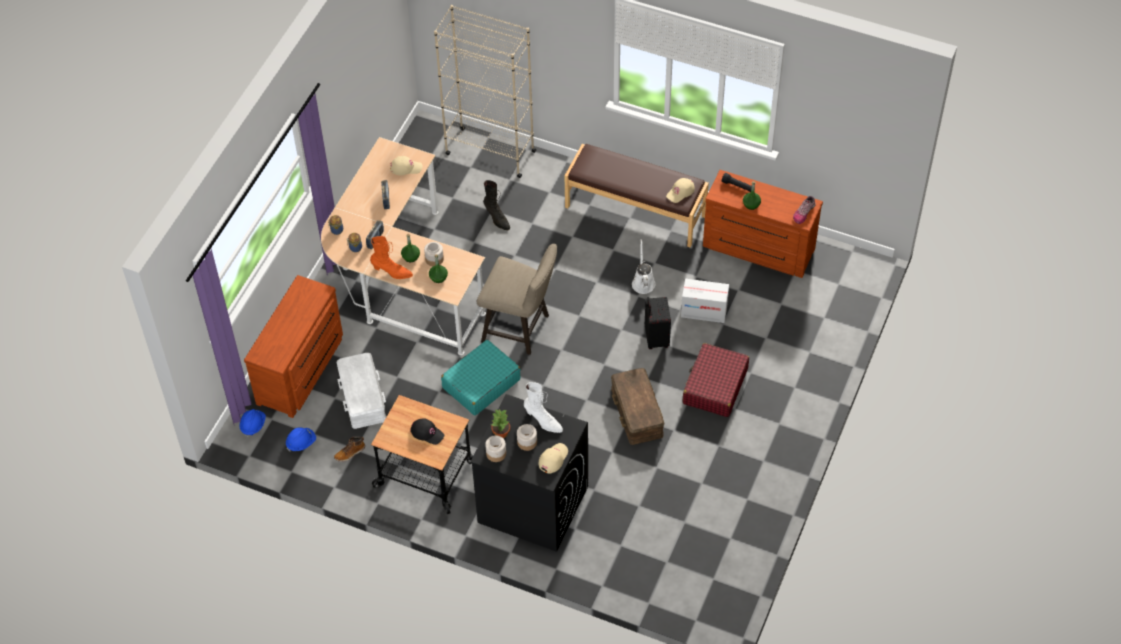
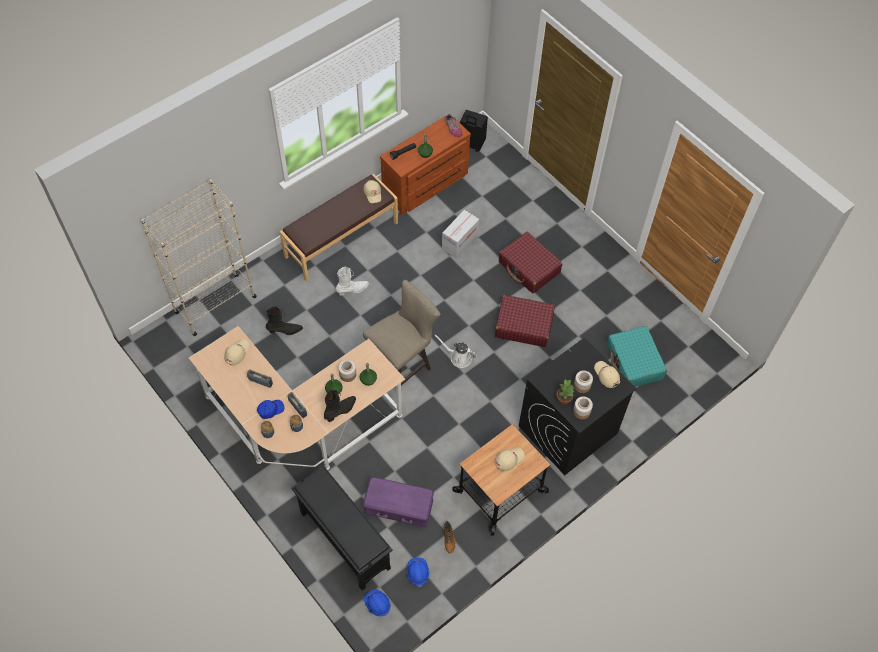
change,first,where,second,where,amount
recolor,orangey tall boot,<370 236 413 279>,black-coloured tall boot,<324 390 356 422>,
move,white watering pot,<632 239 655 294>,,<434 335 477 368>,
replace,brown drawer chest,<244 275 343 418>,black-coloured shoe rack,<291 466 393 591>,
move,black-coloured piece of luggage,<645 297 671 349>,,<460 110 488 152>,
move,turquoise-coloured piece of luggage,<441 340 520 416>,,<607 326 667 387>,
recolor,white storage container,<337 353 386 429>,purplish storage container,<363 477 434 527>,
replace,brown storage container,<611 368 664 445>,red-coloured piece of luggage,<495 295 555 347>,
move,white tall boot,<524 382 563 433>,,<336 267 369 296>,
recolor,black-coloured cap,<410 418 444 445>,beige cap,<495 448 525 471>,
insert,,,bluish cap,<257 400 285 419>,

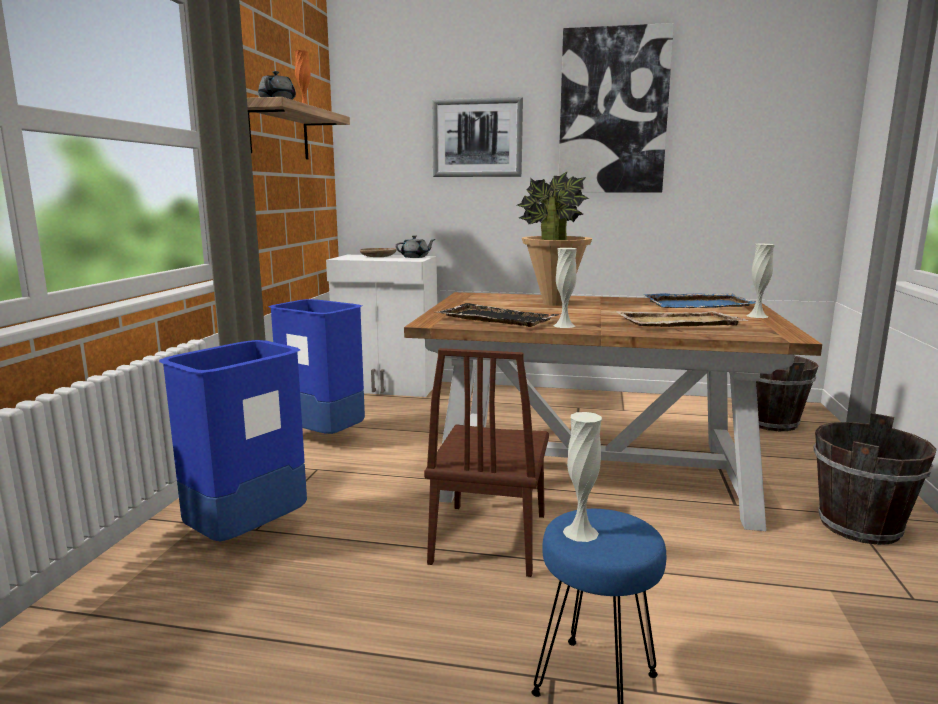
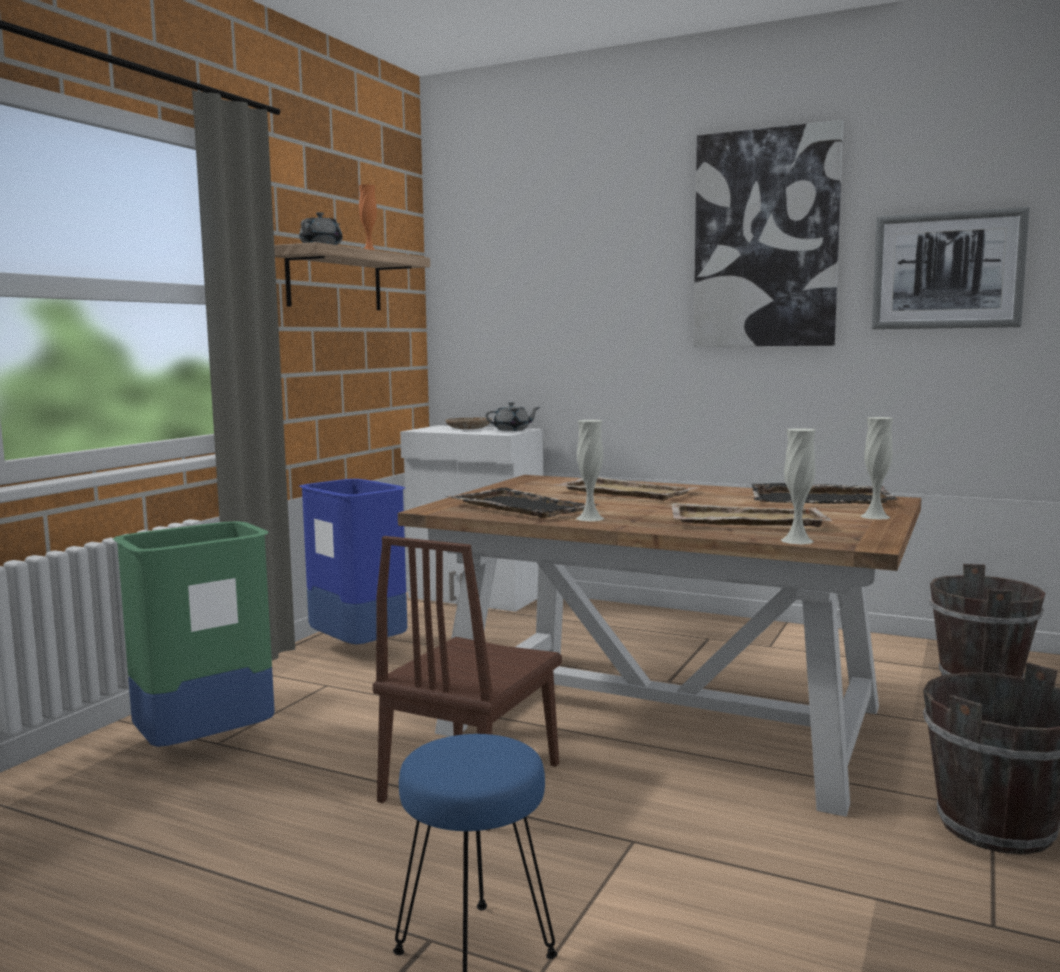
change,first,where,second,where,amount
move,wall picture,<432 97 523 177>,,<872 207 1030 329>,
replace,houseplant,<517 172 592 306>,beige carrying tray,<553 477 699 500>,
recolor,bluish carrying tray,<644 293 756 308>,black-coloured carrying tray,<752 483 898 504>,
recolor,bluish waste bin,<159 340 307 542>,green waste bin,<113 521 274 747>,
move,white flower vase,<563 412 602 542>,,<781 428 816 544>,

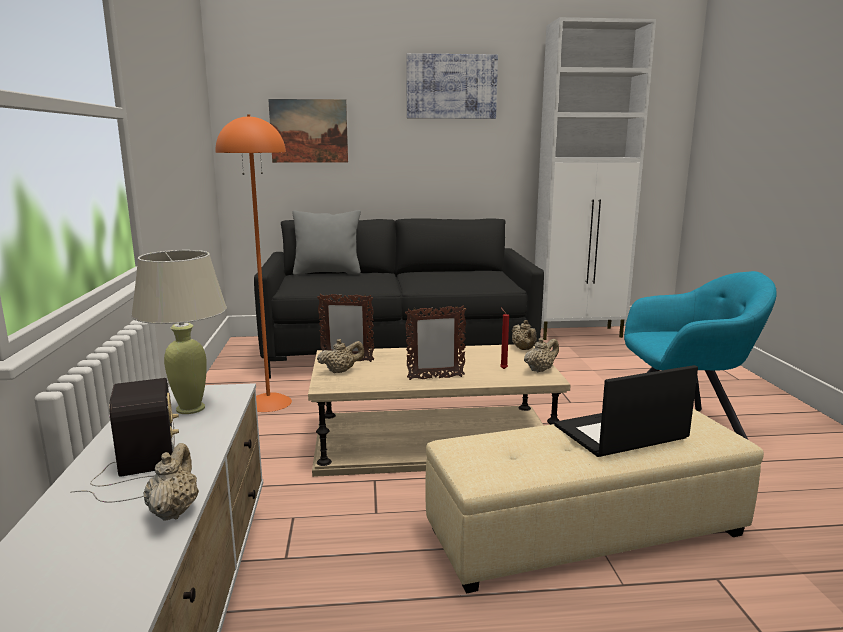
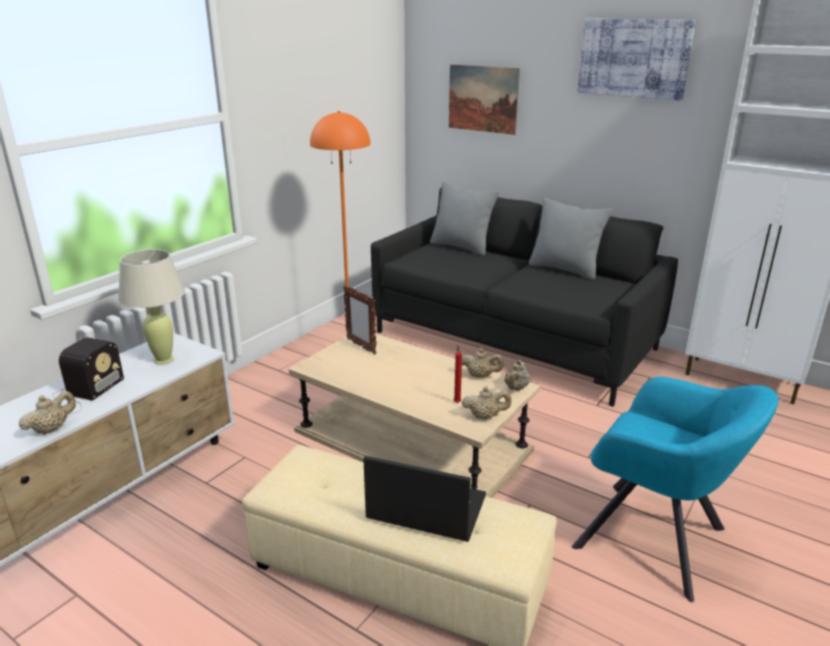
change,first,where,second,where,amount
delete,standing frame,<405 305 466 380>,,,
move,beige pot for tea,<317 339 364 373>,,<462 348 504 378>,
insert,,,grey throw pillow,<529 198 612 280>,

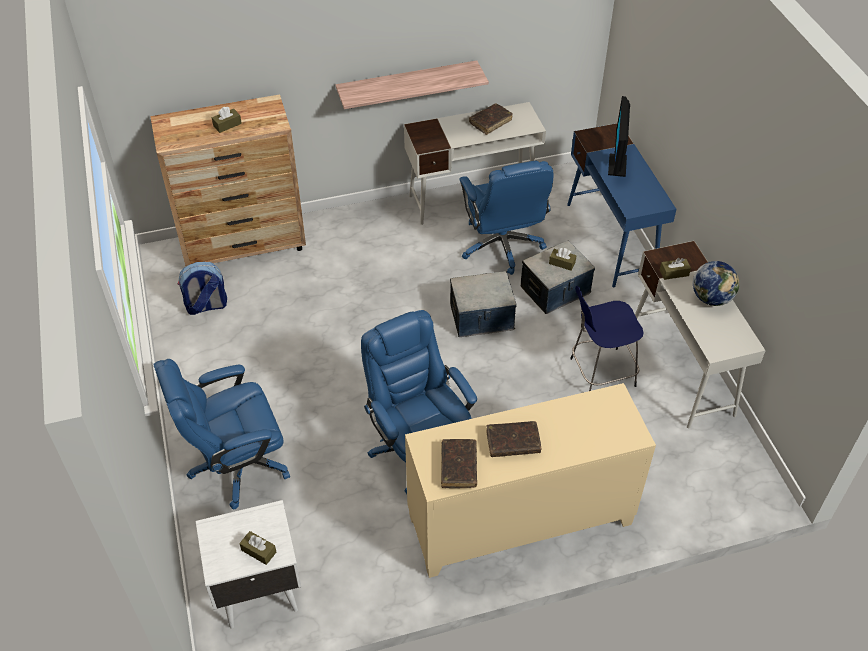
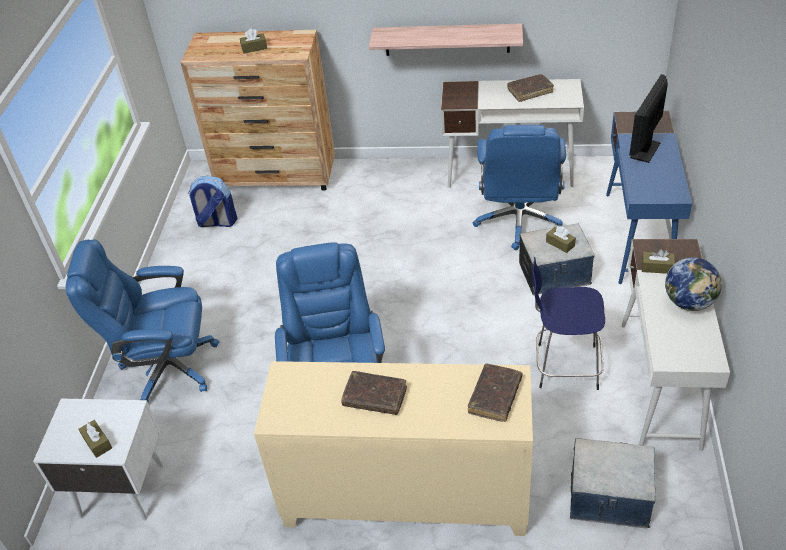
change,first,where,second,where,amount
move,storage container,<450 271 517 337>,,<570 438 655 528>,
move,brown book,<441 439 477 488>,,<468 364 522 422>,

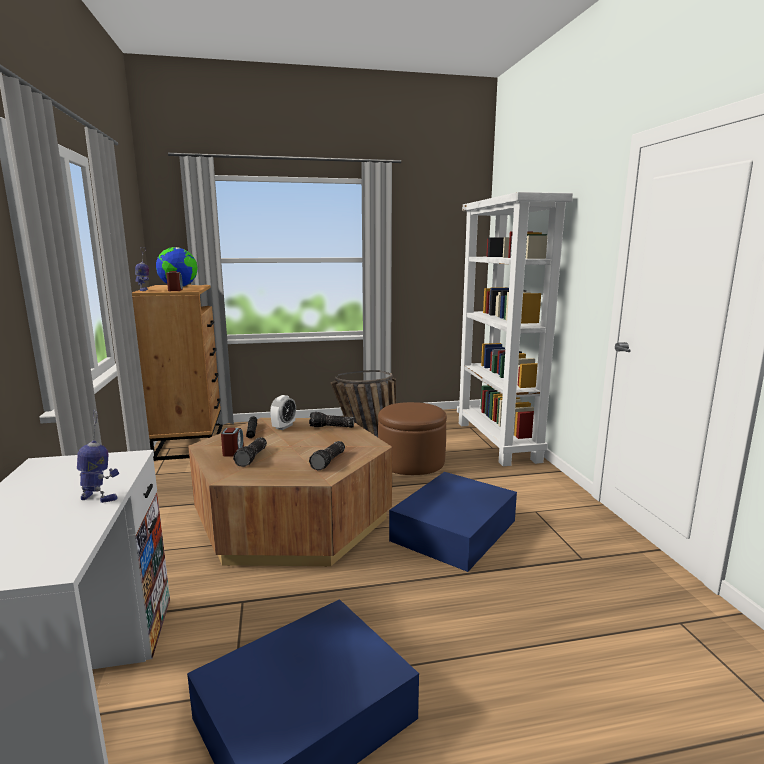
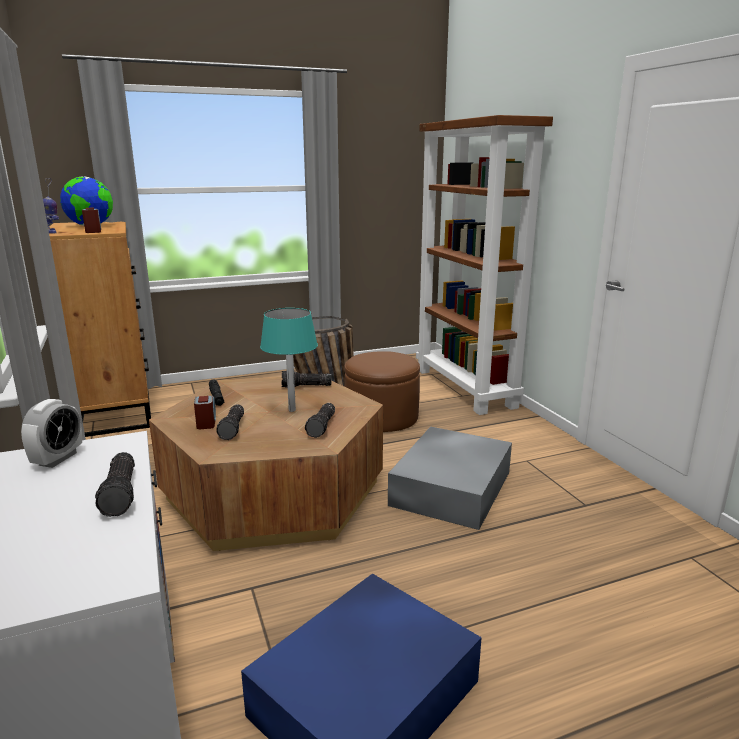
change,first,where,second,where,amount
recolor,white shelving unit,<457 192 573 466>,brown shelving unit,<416 115 553 415>,
move,alarm clock,<270 395 296 430>,,<21 399 82 468>,
replace,robot figure,<77 410 120 503>,torch,<95 452 135 517>,
recolor,bluish storage container,<389 472 517 572>,grey storage container,<388 426 512 530>,
insert,,,turquoise-coloured table lamp,<260 308 318 412>,

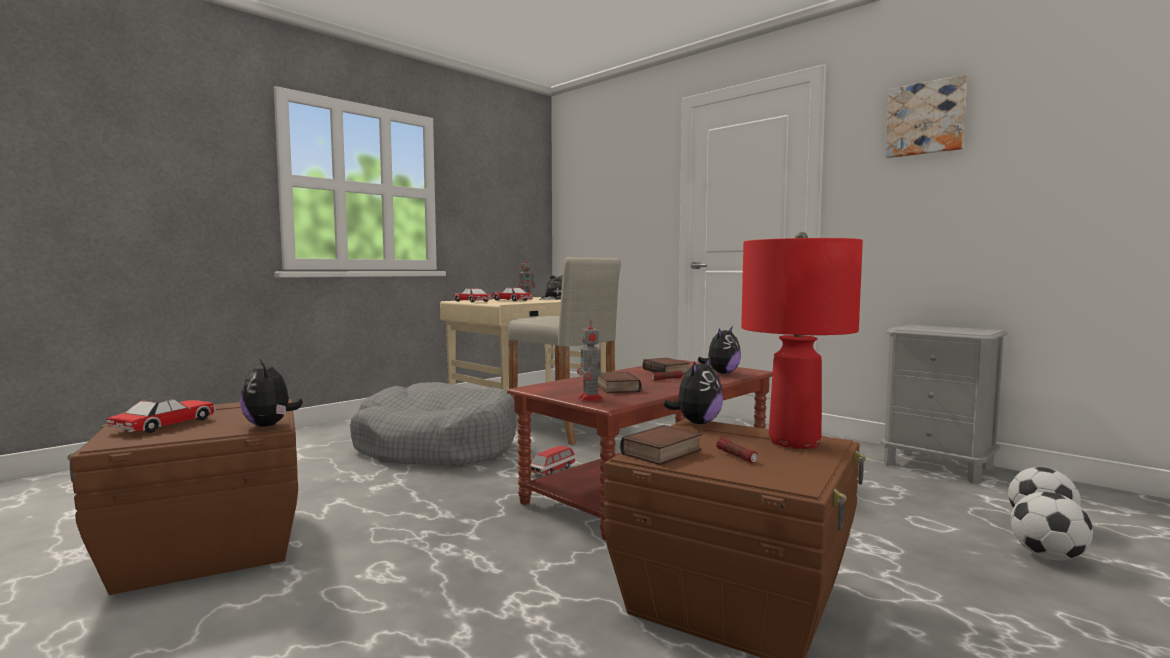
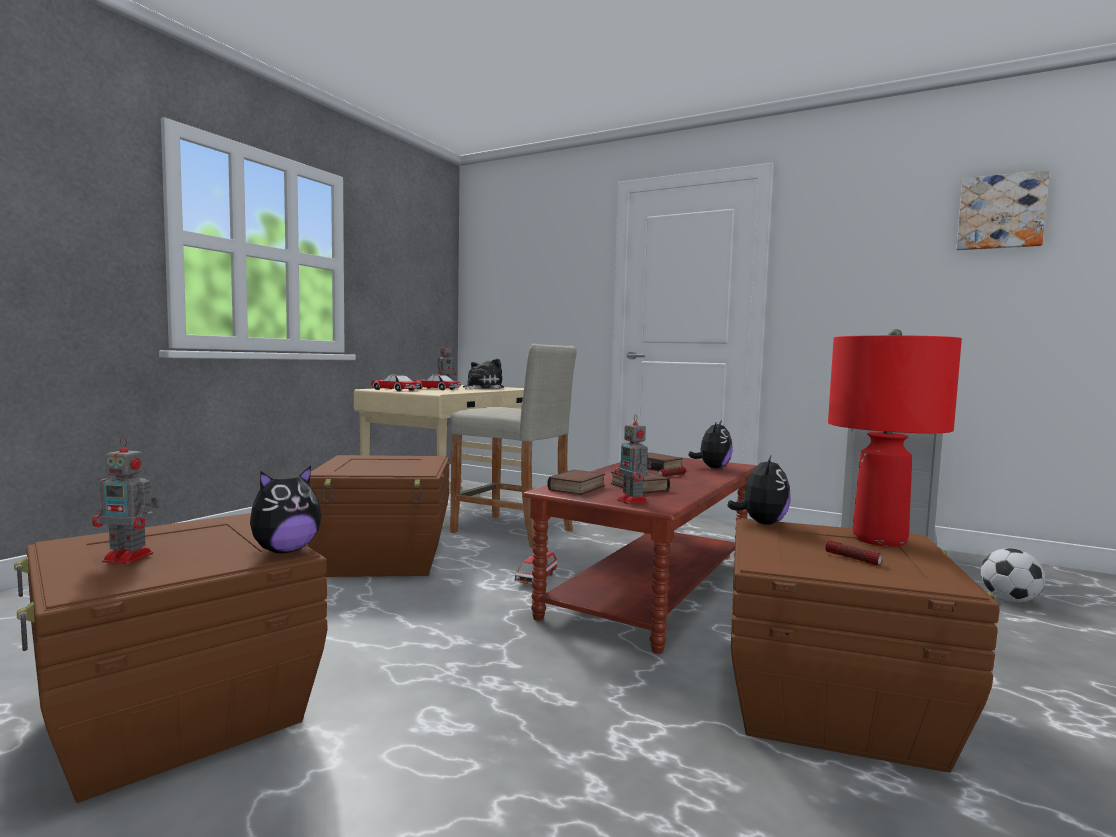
change,first,where,second,where,amount
move,wall picture,<886 74 967 158>,,<956 170 1050 250>,
rotate,soft toy,<240 359 303 427>,,<250 466 322 553>,90 degrees counterclockwise
replace,grey dog cushion,<350 382 516 467>,brown storage container,<307 455 450 577>,
replace,toy car,<106 397 216 433>,robot figure,<92 437 159 564>,
move,book,<620 425 702 465>,,<547 470 605 495>,
delete,football,<1011 492 1093 561>,,,

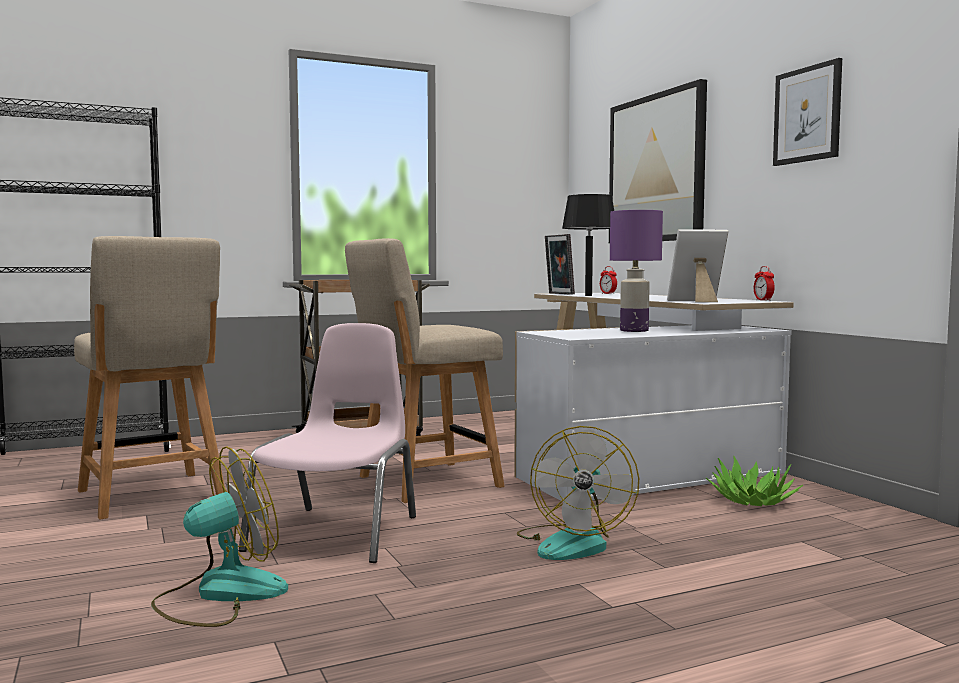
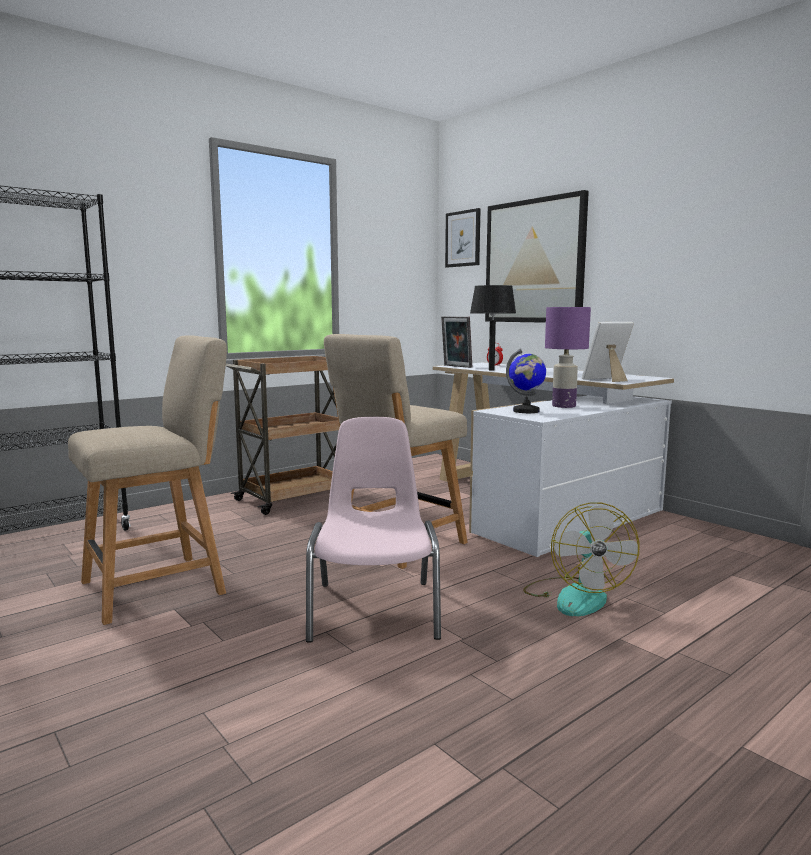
change,first,where,second,where,amount
move,wall picture,<773 58 842 166>,,<445 208 481 268>,
rotate,beige upright chair,<74 236 225 520>,,<68 335 227 625>,75 degrees counterclockwise
delete,alarm clock,<754 266 775 301>,,,
delete,fan,<151 446 288 627>,,,
delete,houseplant,<706 456 803 506>,,,
insert,,,desk globe,<506 348 546 413>,

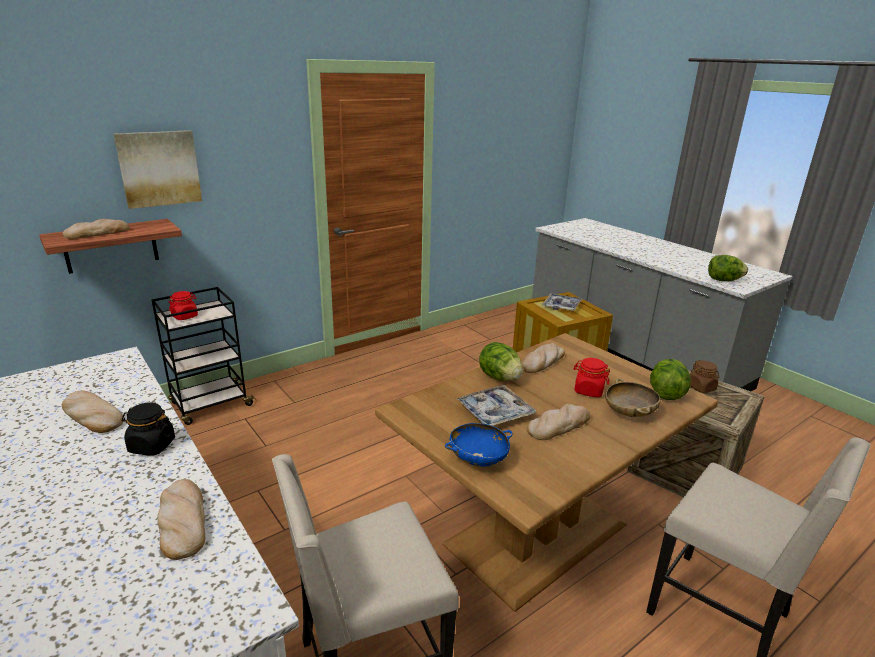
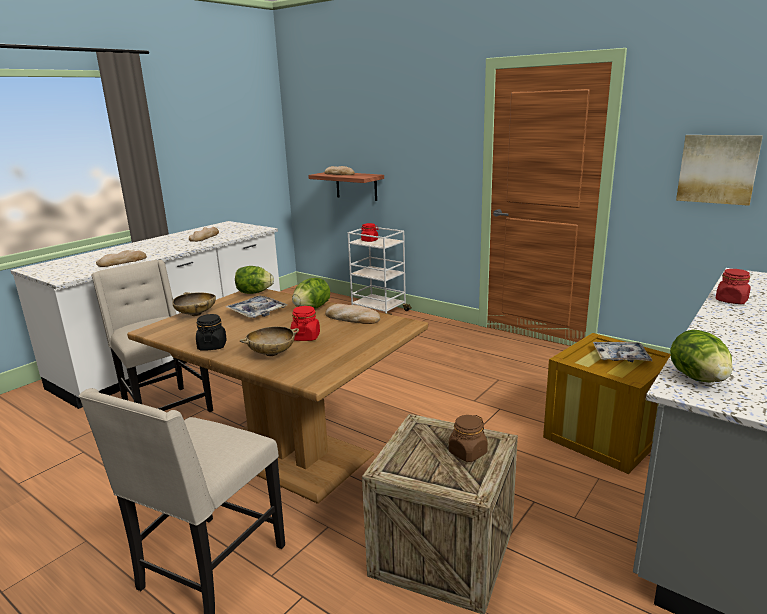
change,first,where,second,where,amount
move,wall picture,<114 130 202 209>,,<676 135 763 206>,
recolor,black-coloured trolley,<152 287 255 425>,white trolley,<348 227 412 315>,
move,lettuce head,<650 359 691 400>,,<235 266 274 294>,
move,black-coloured storage jar,<122 402 175 456>,,<196 314 227 350>,
delete,baked bread,<527 404 590 440>,,,
recolor,bluish deep dish,<445 423 513 467>,beige deep dish,<172 292 216 316>,
insert,,,red-coloured storage jar,<715 269 751 304>,

